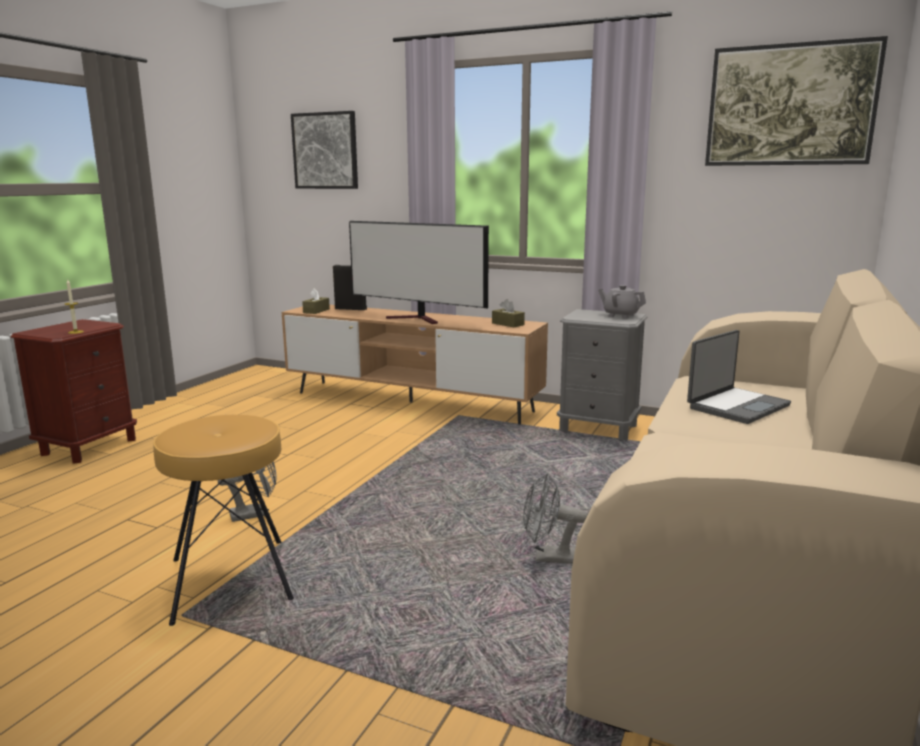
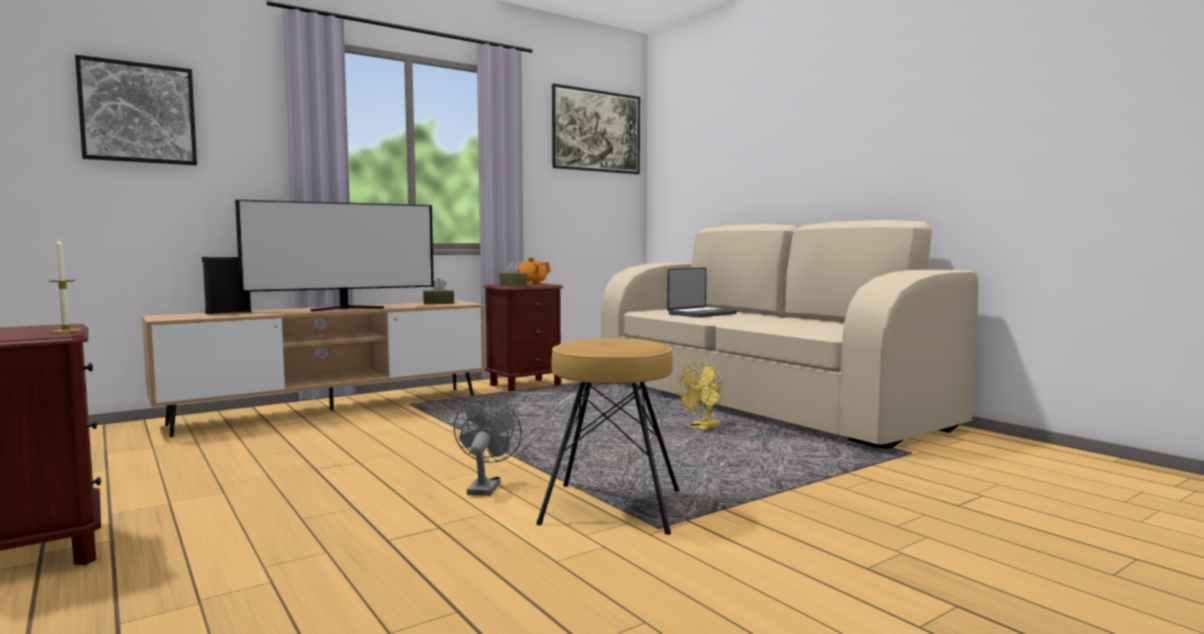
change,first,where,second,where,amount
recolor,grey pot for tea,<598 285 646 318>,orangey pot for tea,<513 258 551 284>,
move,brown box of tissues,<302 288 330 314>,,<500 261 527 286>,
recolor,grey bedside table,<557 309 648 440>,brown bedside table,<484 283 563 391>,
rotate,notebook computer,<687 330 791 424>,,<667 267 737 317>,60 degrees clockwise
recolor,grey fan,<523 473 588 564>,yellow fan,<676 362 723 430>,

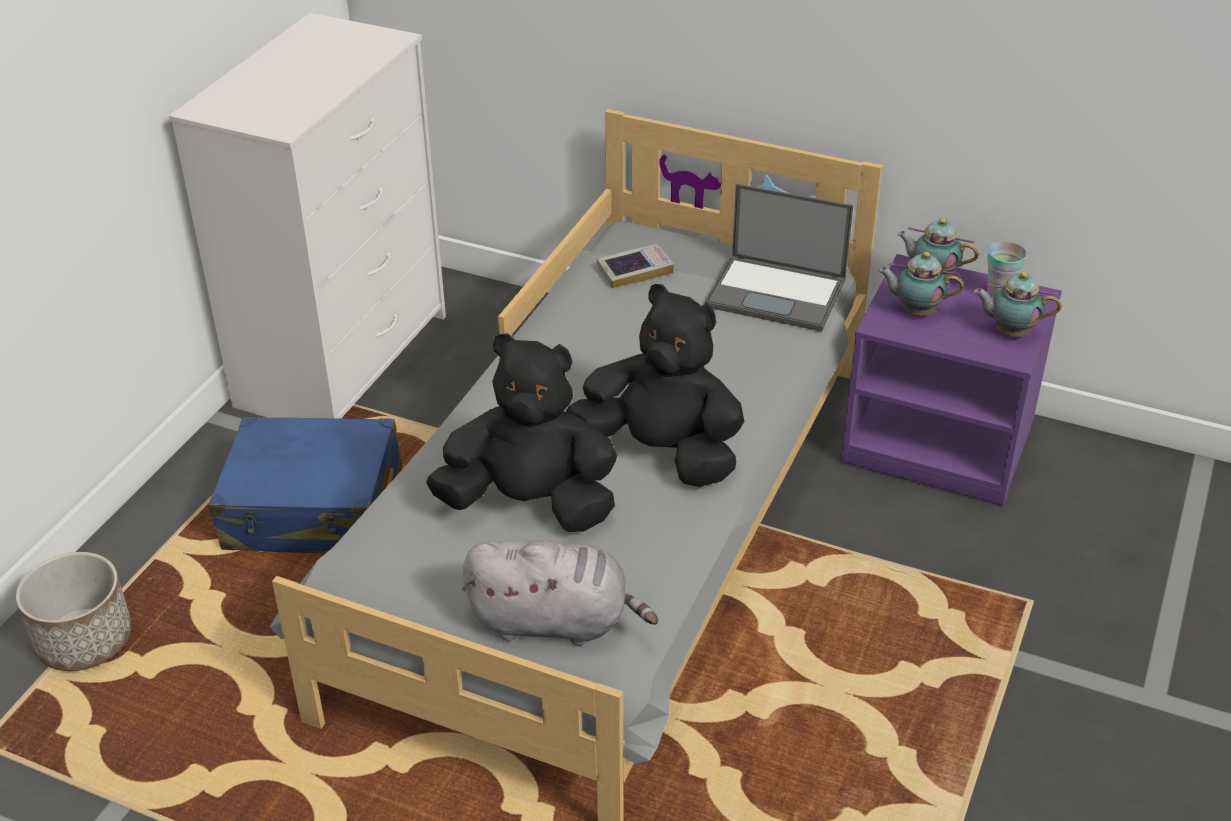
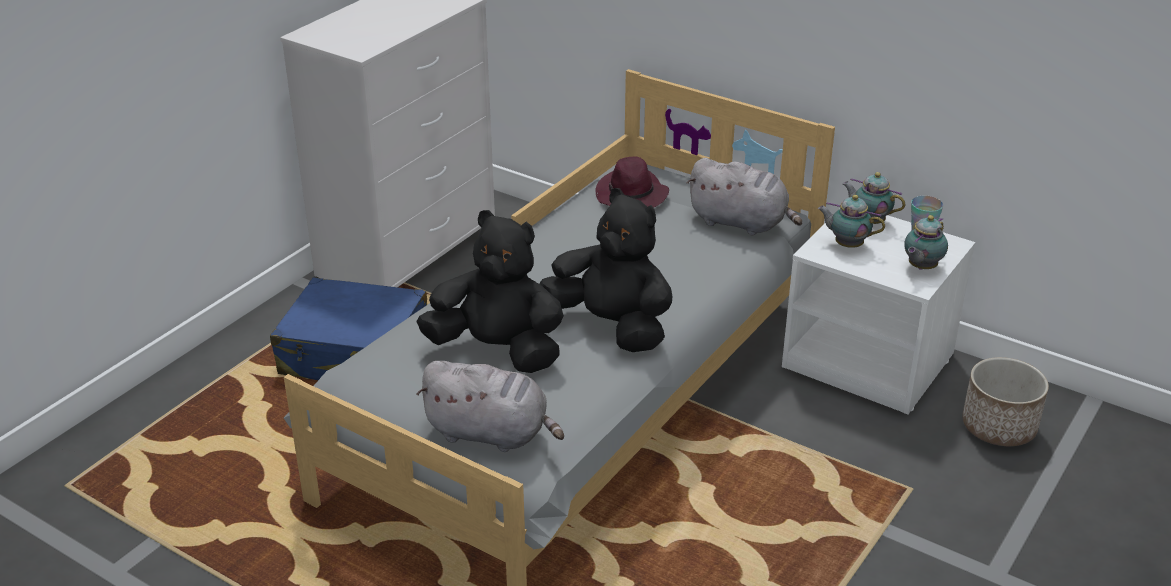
change,first,where,second,where,amount
replace,notebook computer,<705 184 853 331>,grey soft toy,<687 158 802 235>,
replace,book,<597 244 674 288>,purplish hat,<595 157 669 208>,
recolor,purplish bedside table,<841 254 1062 506>,white bedside table,<782 215 976 415>,
rotate,pot for tea,<974 272 1061 337>,,<904 215 948 270>,75 degrees counterclockwise
move,plant pot,<16 552 132 671>,,<962 357 1049 446>,

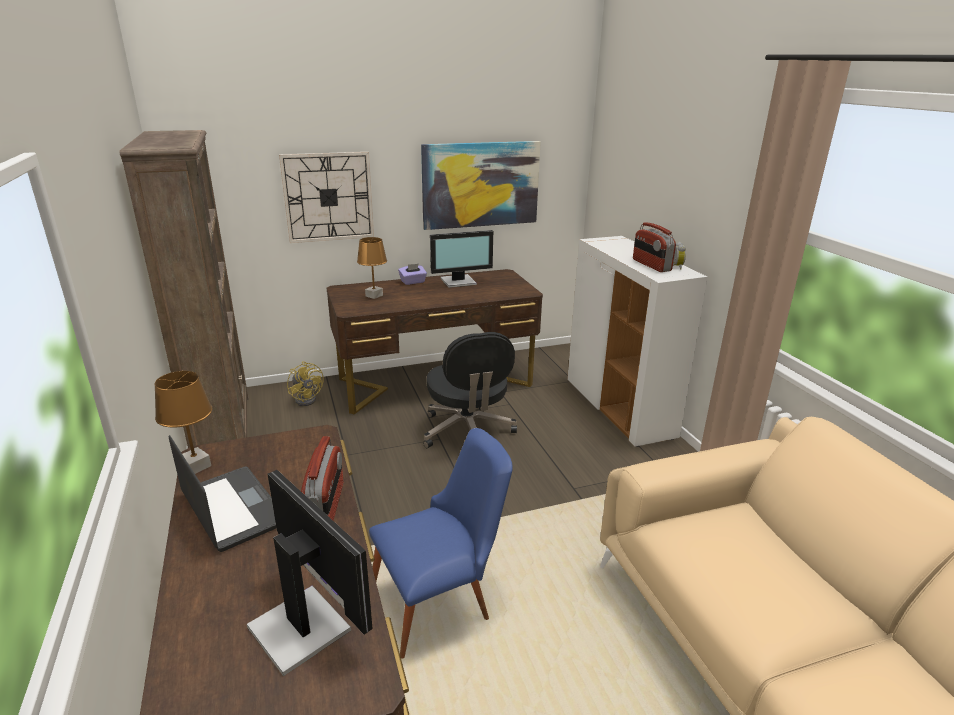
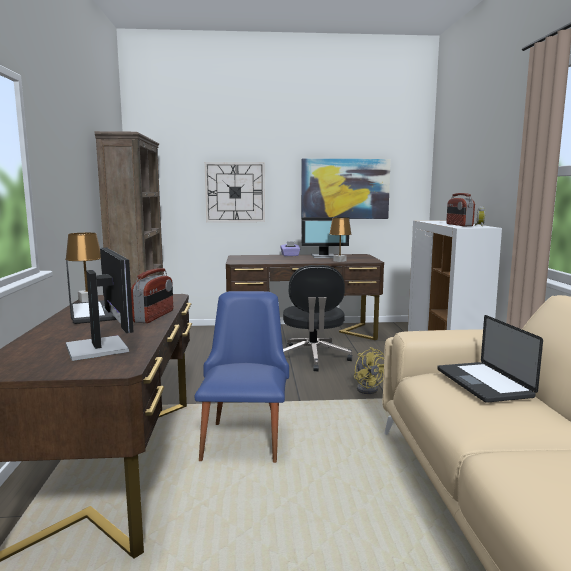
change,first,where,second,where,amount
move,brown table lamp,<357 237 387 299>,,<330 218 351 262>,
move,yellow fan,<287 361 324 406>,,<354 347 384 394>,
rotate,bluish upright chair,<369 428 513 659>,,<195 291 289 463>,75 degrees counterclockwise
insert,,,notebook computer,<437 315 543 403>,

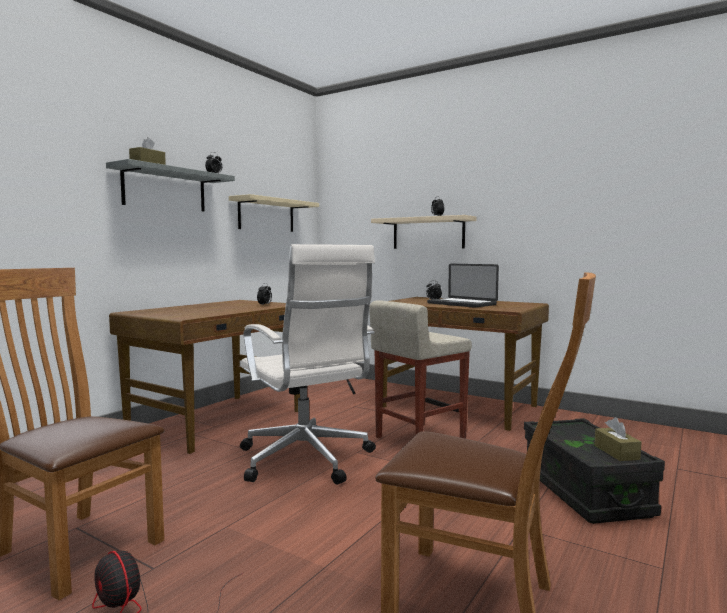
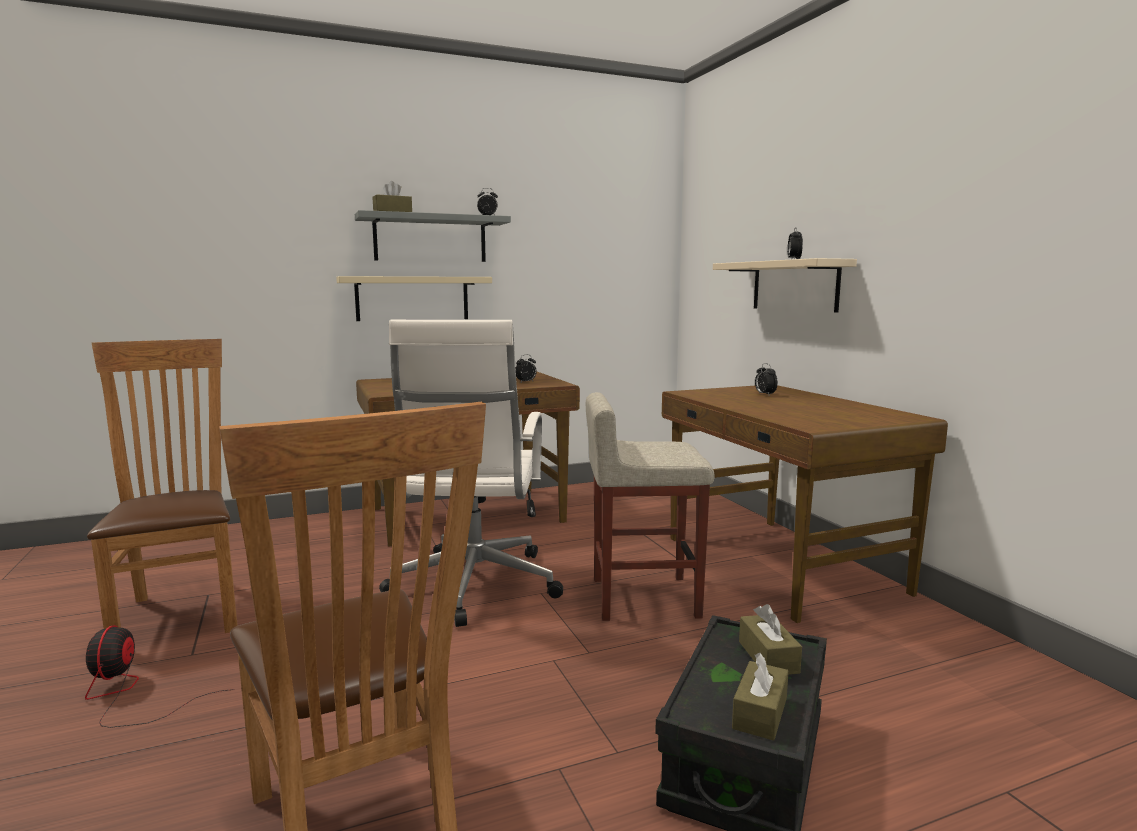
change,first,where,second,where,amount
move,beige bracket shelf,<229 194 319 232>,,<336 276 492 321>,
delete,notebook computer,<427 264 499 308>,,,
insert,,,brown box of tissues,<739 604 802 675>,

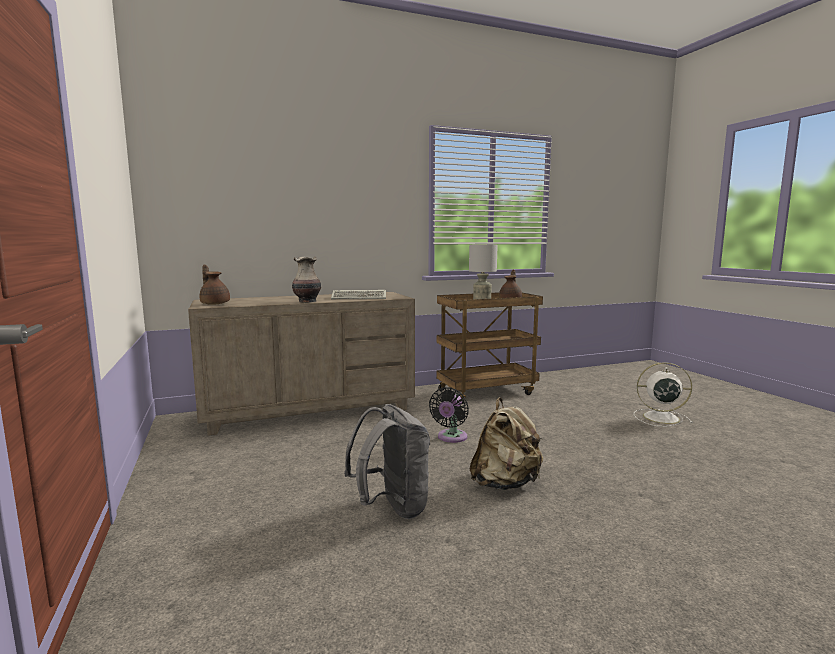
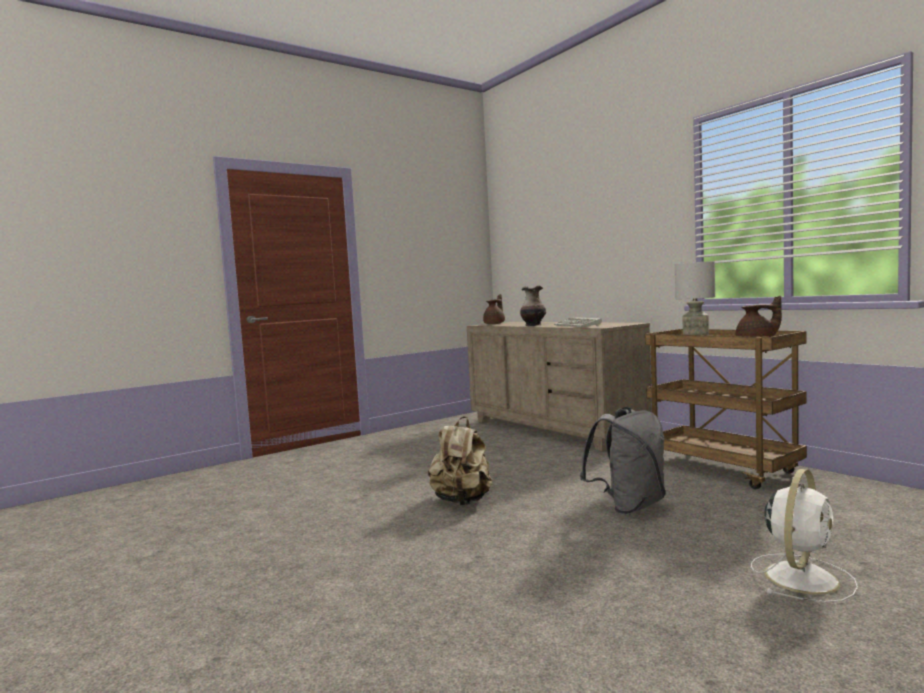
change,first,where,second,where,amount
rotate,white fan,<634 362 693 427>,,<751 469 858 603>,45 degrees clockwise
delete,black-coloured fan,<429 387 469 443>,,,
move,grey knapsack,<344 404 430 519>,,<580 407 666 514>,

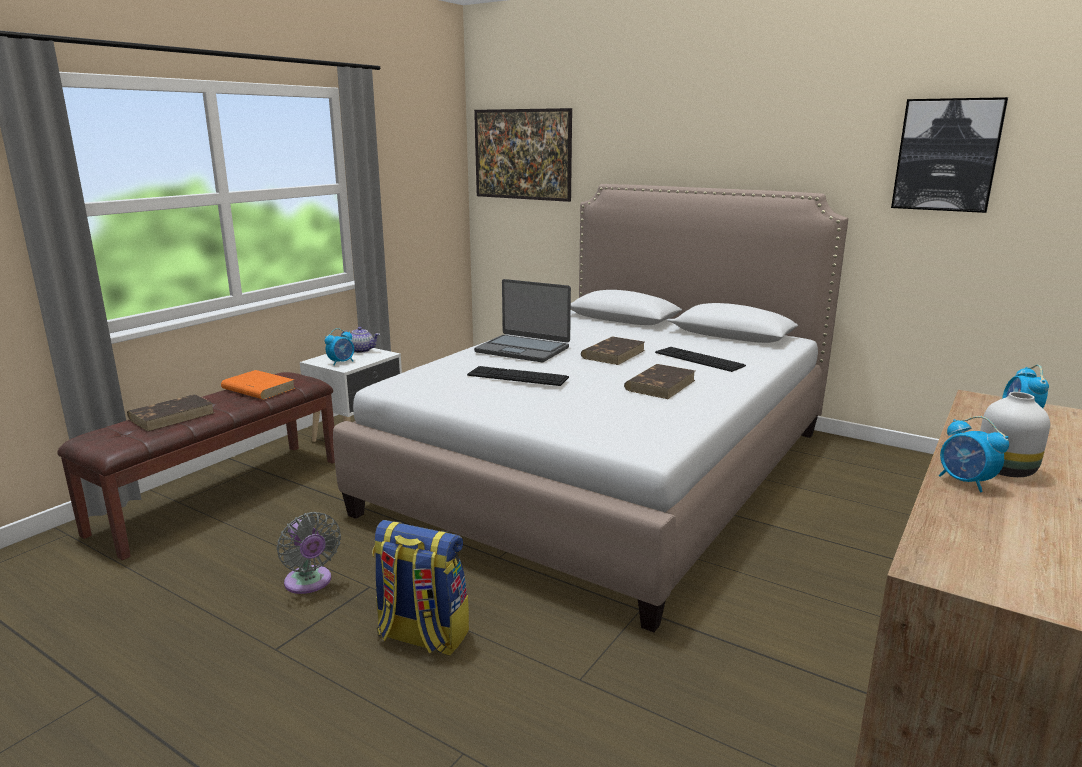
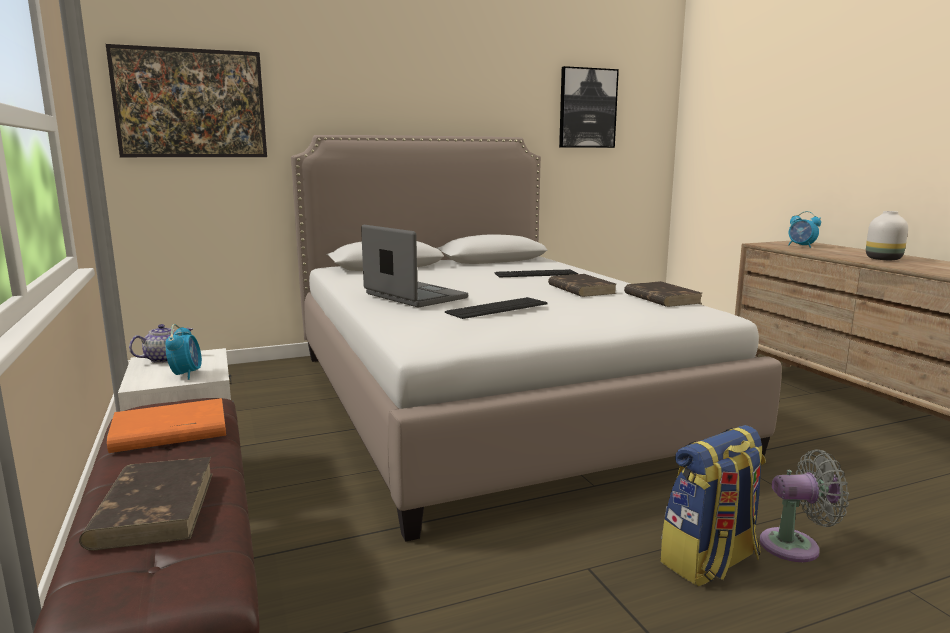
change,first,where,second,where,amount
rotate,notebook computer,<474 279 571 362>,,<361 225 468 307>,105 degrees counterclockwise
move,brown book,<581 337 645 365>,,<624 281 701 307>,
delete,alarm clock,<939 416 1009 492>,,,
move,grey fan,<277 512 341 594>,,<760 450 849 562>,

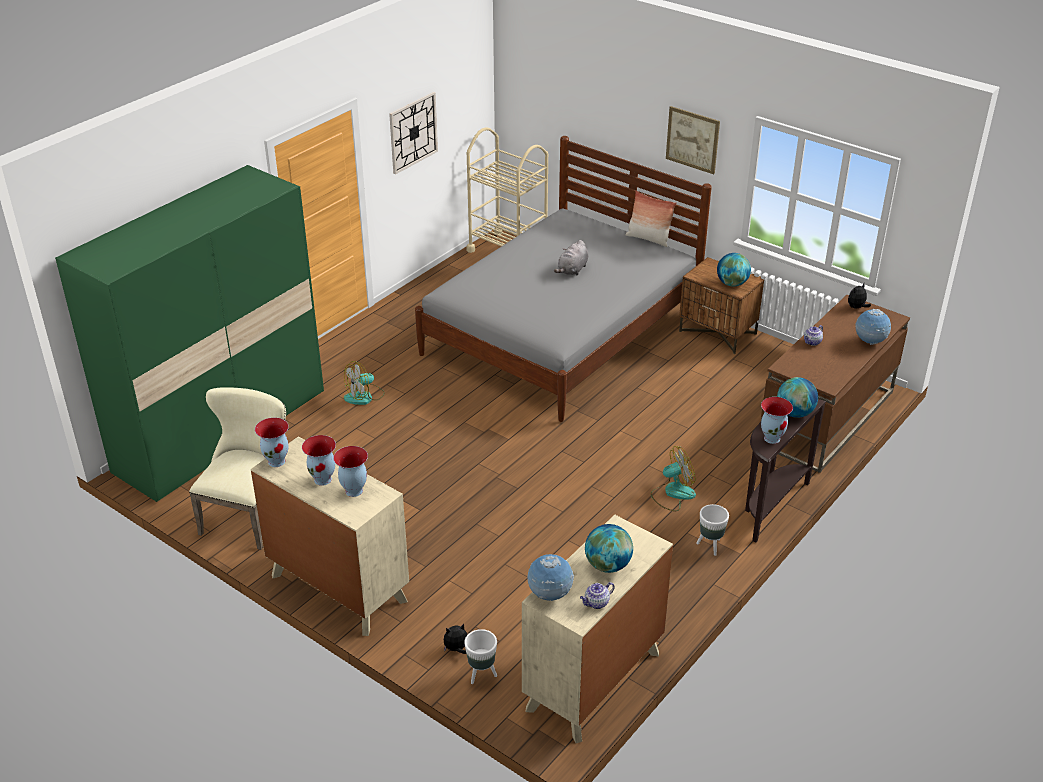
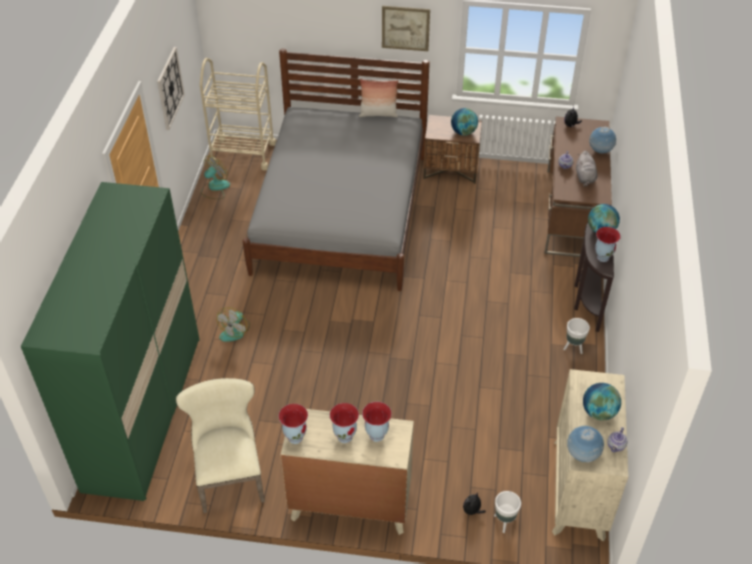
change,first,where,second,where,amount
move,grey soft toy,<554 240 588 276>,,<576 151 597 187>,
move,fan,<651 446 696 511>,,<201 155 230 199>,

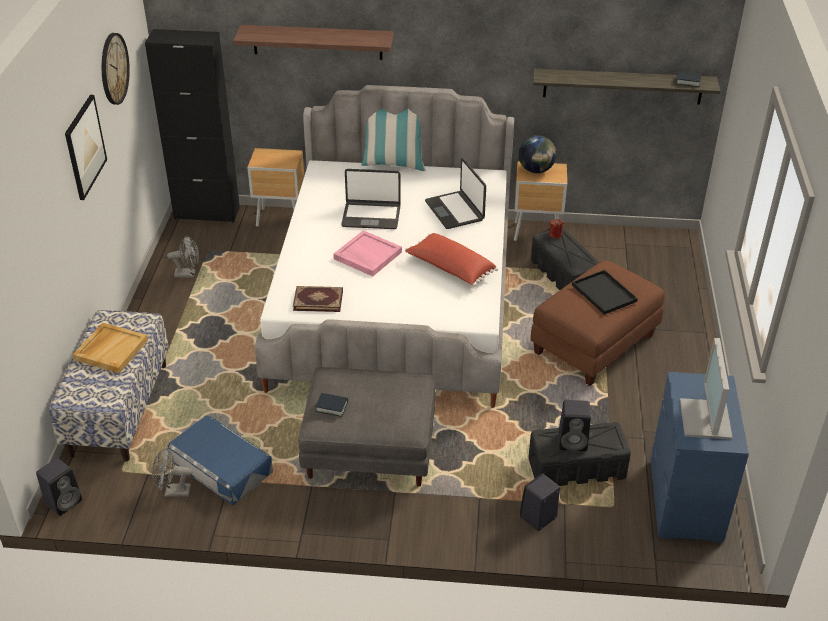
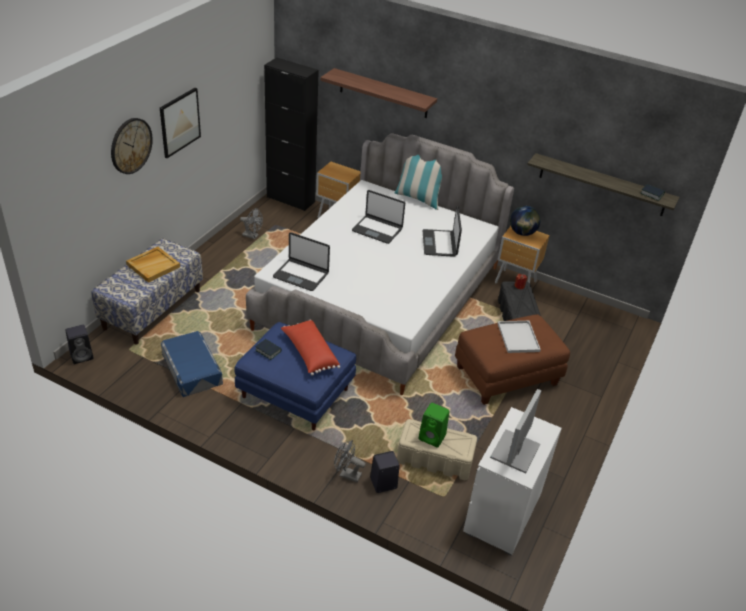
change,first,where,second,where,amount
move,clock on the wall,<102 33 130 105>,,<111 118 153 174>,
delete,pinkish carrying tray,<333 230 402 276>,,,
move,red-coloured throw pillow,<405 233 498 287>,,<281 320 340 376>,
recolor,black-coloured carrying tray,<572 270 638 315>,white carrying tray,<498 321 541 353>,
replace,book,<293 286 343 312>,notebook computer,<273 232 330 291>,
recolor,grey pouffe,<298 367 436 487>,bluish pouffe,<234 322 356 430>,
recolor,bluish drawer chest,<650 372 749 543>,white drawer chest,<463 407 562 555>,
recolor,black-coloured audio speaker,<559 400 591 451>,green audio speaker,<419 403 450 448>,
recolor,black-coloured storage container,<528 422 631 486>,beige storage container,<397 419 477 480>,
move,grey fan,<152 447 193 497>,,<334 440 366 482>,

